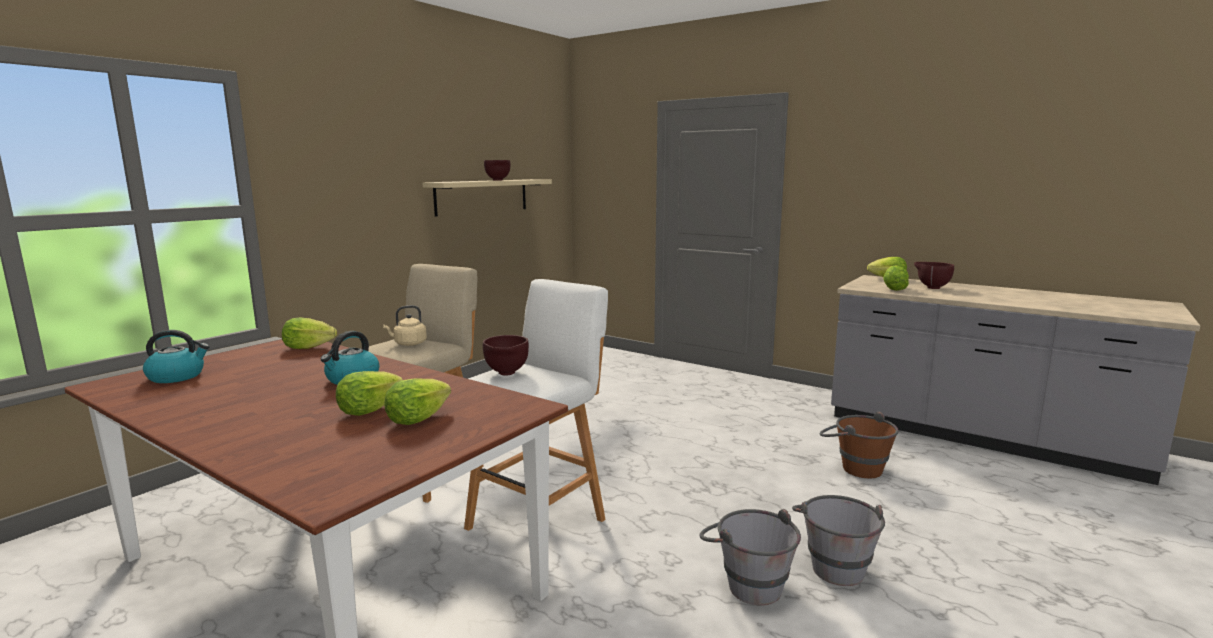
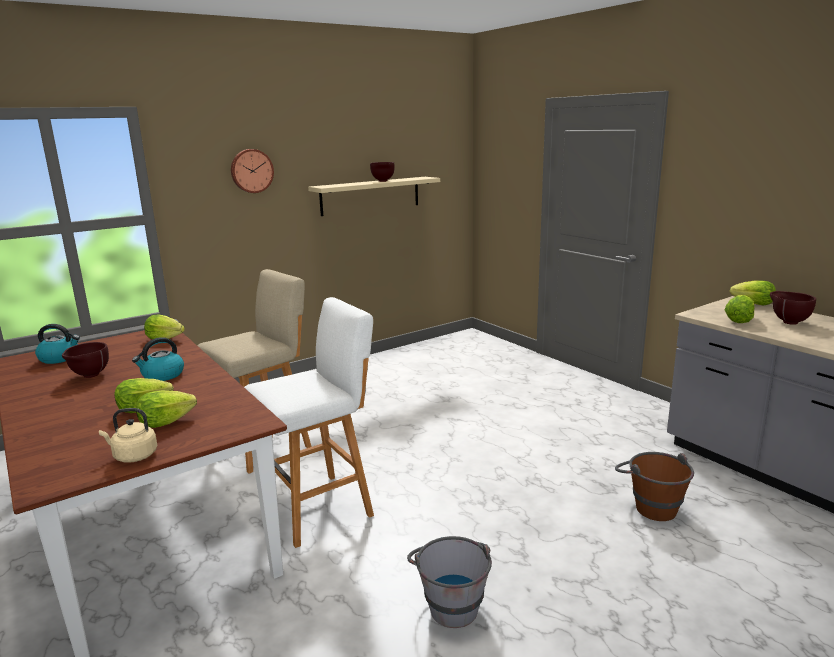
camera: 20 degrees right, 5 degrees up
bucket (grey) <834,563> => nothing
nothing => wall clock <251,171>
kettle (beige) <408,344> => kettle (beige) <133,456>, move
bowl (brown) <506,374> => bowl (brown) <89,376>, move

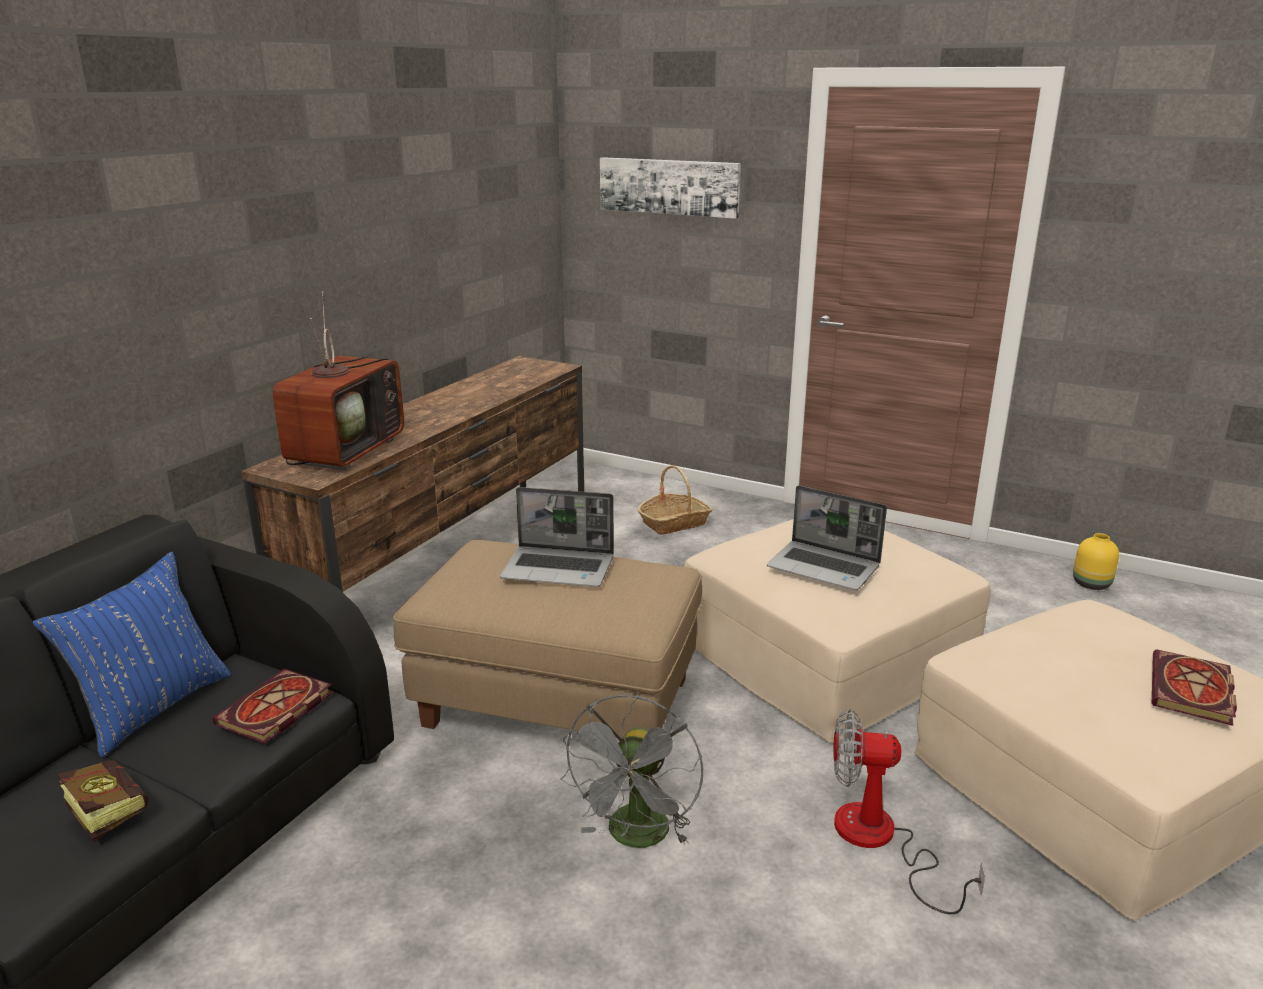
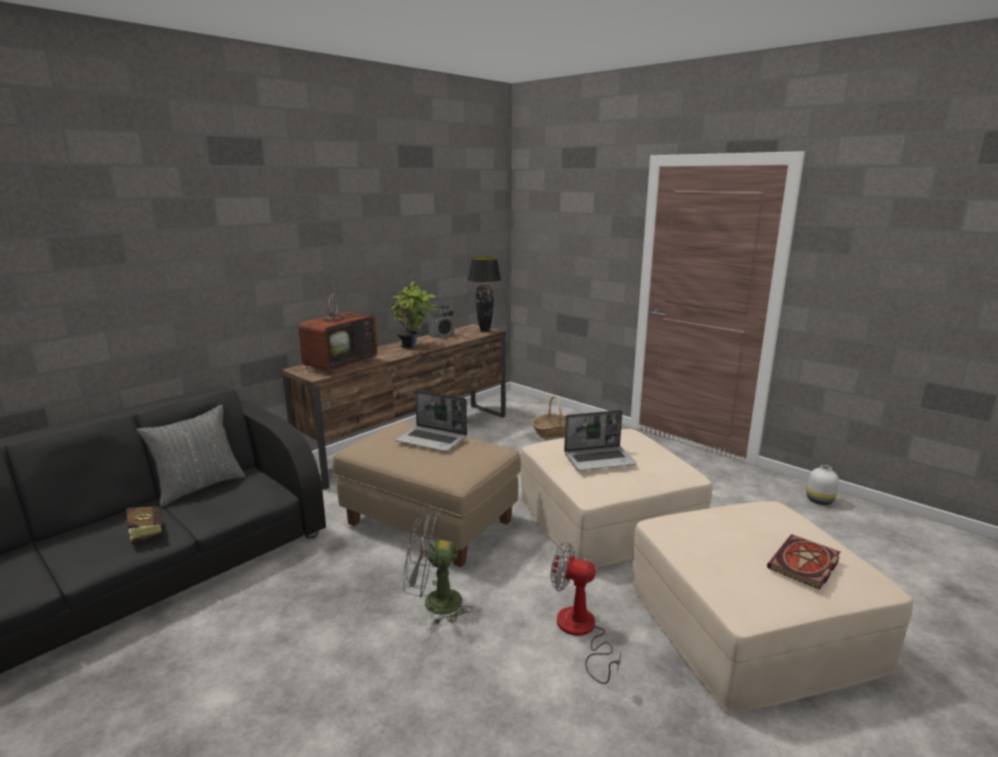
camera: 15 degrees right, 5 degrees down
book <275,711> => nothing
picture <669,186> => nothing
nothing => potted plant <412,347>
nothing => radio <442,335>
nothing => table lamp (black) <484,331>
pillow (blue) <153,708> => pillow (grey) <199,487>
vase (yellow) <1092,584> => vase (white) <820,501>
fan (grey) <637,838> => fan (grey) <433,603>, 60 degrees clockwise
laptop <825,567> => laptop <600,459>, 60 degrees counterclockwise

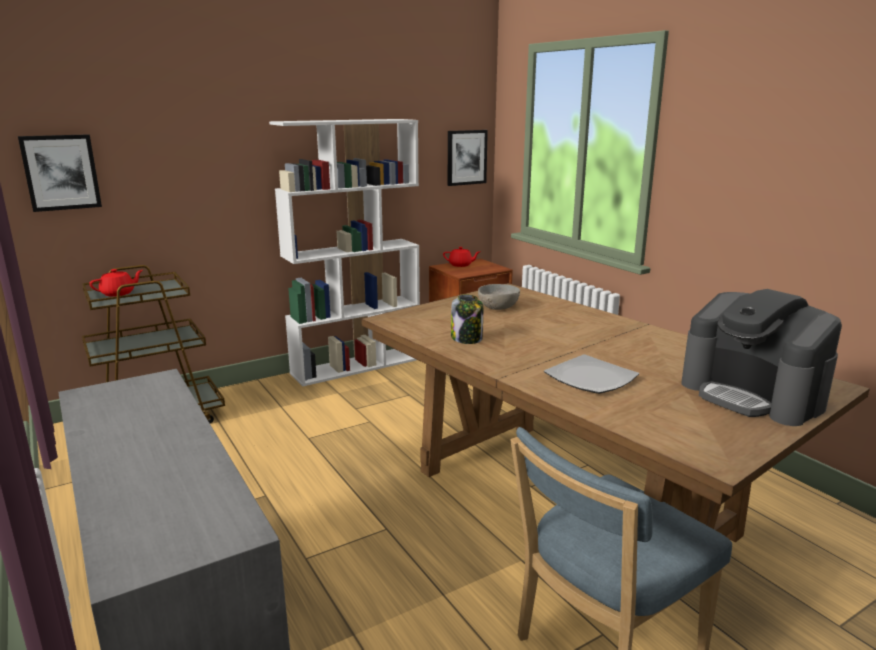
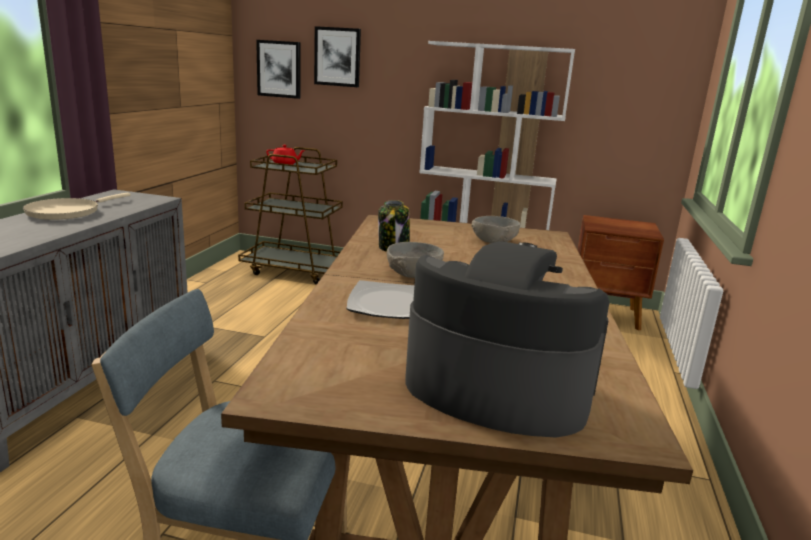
camera: 45 degrees right, 0 degrees up
teapot (red) <461,265> => nothing
nothing => frying pan (beige) <67,212>
nothing => bowl (grey) <413,273>
picture <466,157> => picture <337,57>, move
coffee machine <752,395> => coffee machine <497,387>, 105 degrees clockwise

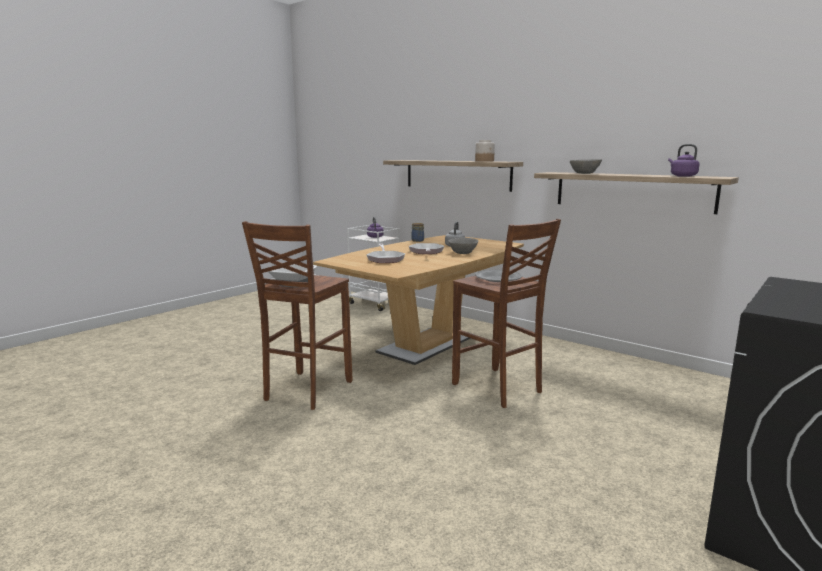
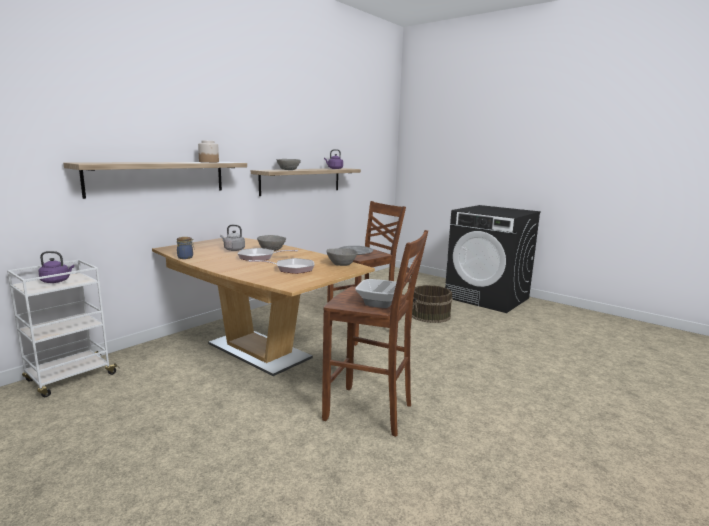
camera: 90 degrees left, 0 degrees up
nothing => bowl (grey) <342,264>
nothing => bucket (brown) <430,315>

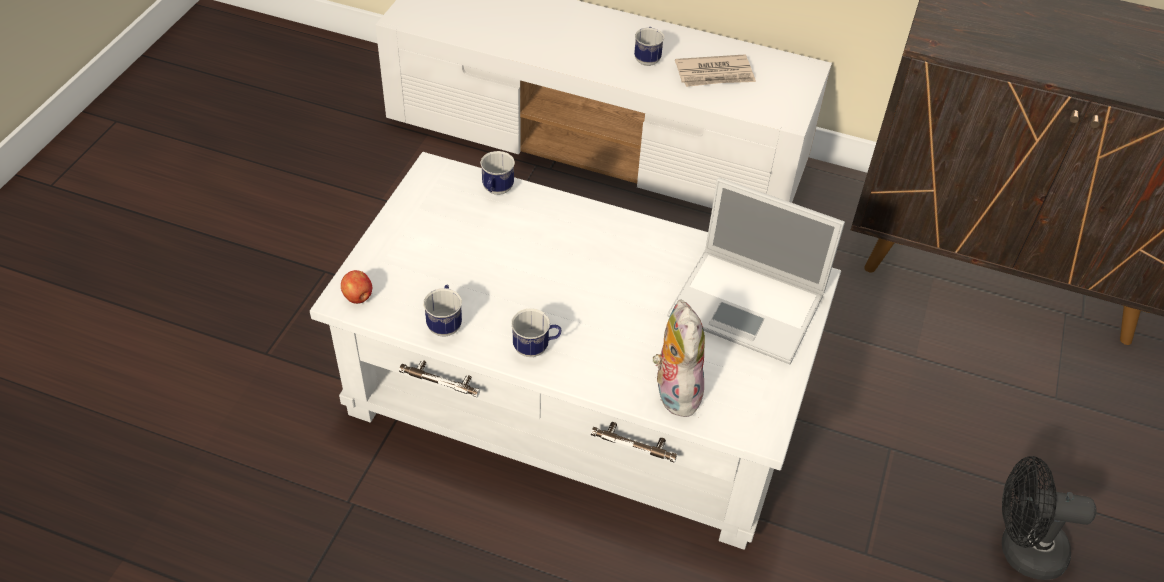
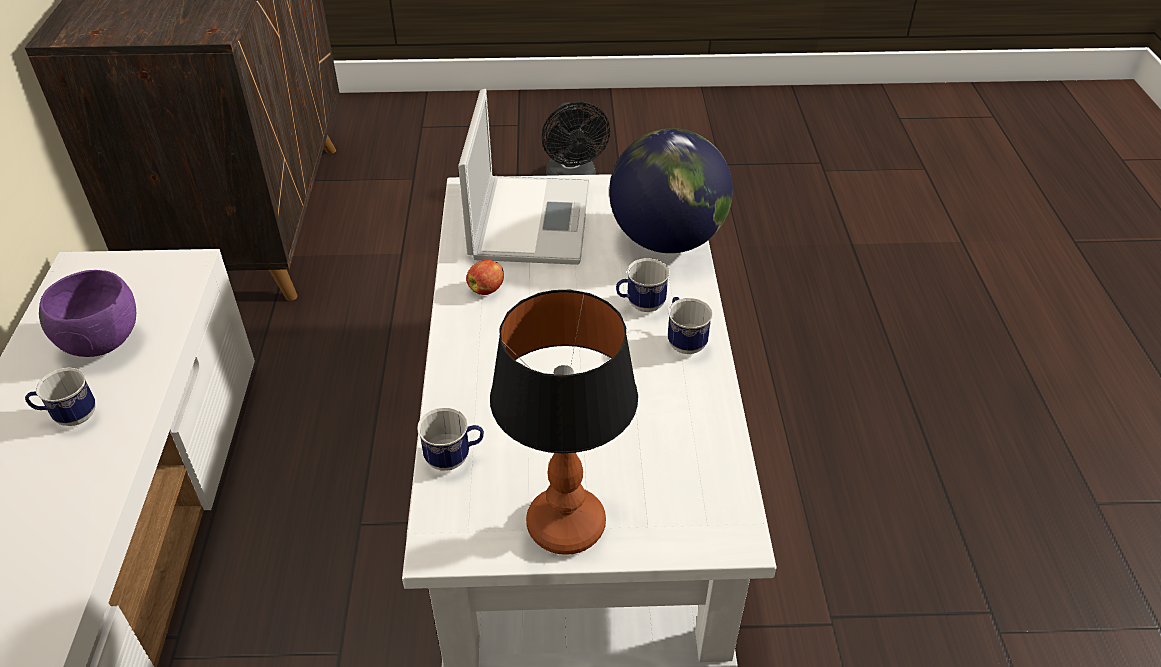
camera: 110 degrees left, 5 degrees down
nothing => table lamp <568,525>
apple <358,297> => apple <487,289>, move
mug <445,323> => mug <640,305>, move
plush toy <674,391> => globe <667,240>
newspaper <715,74> => bowl (purple) <102,342>

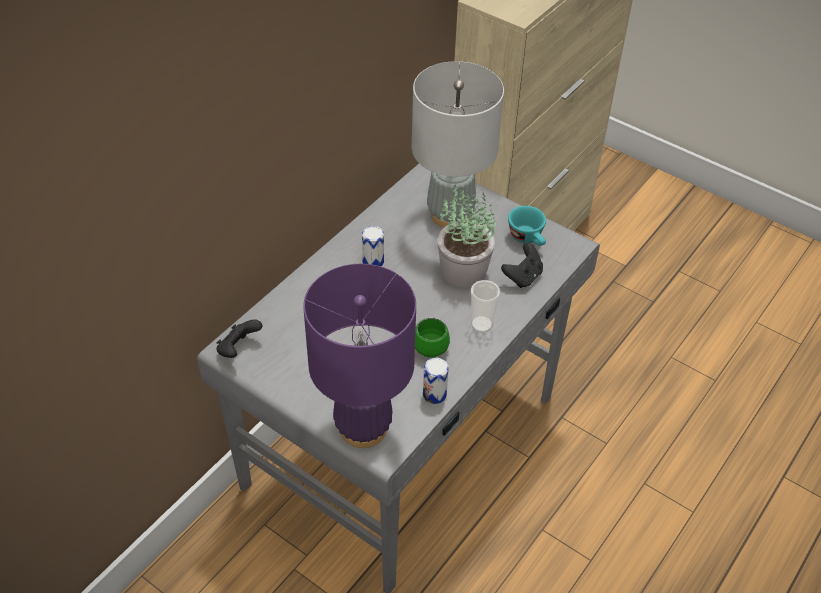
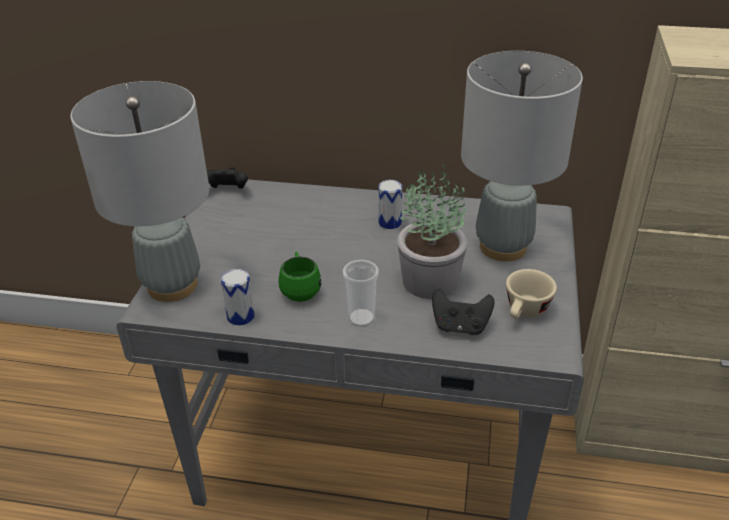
camera: 65 degrees right, 10 degrees down
table lamp (purple) <363,428> => table lamp (grey) <172,285>
cup (turquoise) <528,239> => cup (beige) <525,312>

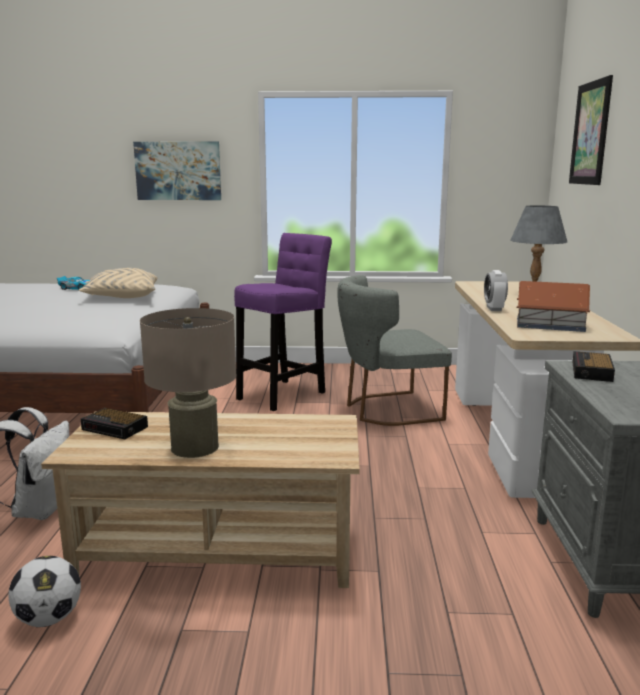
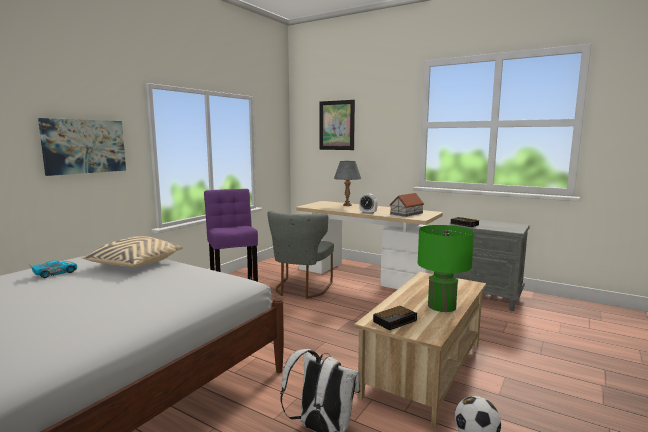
camera: 60 degrees left, 5 degrees down
table lamp (beige) <194,447> => table lamp (green) <441,306>

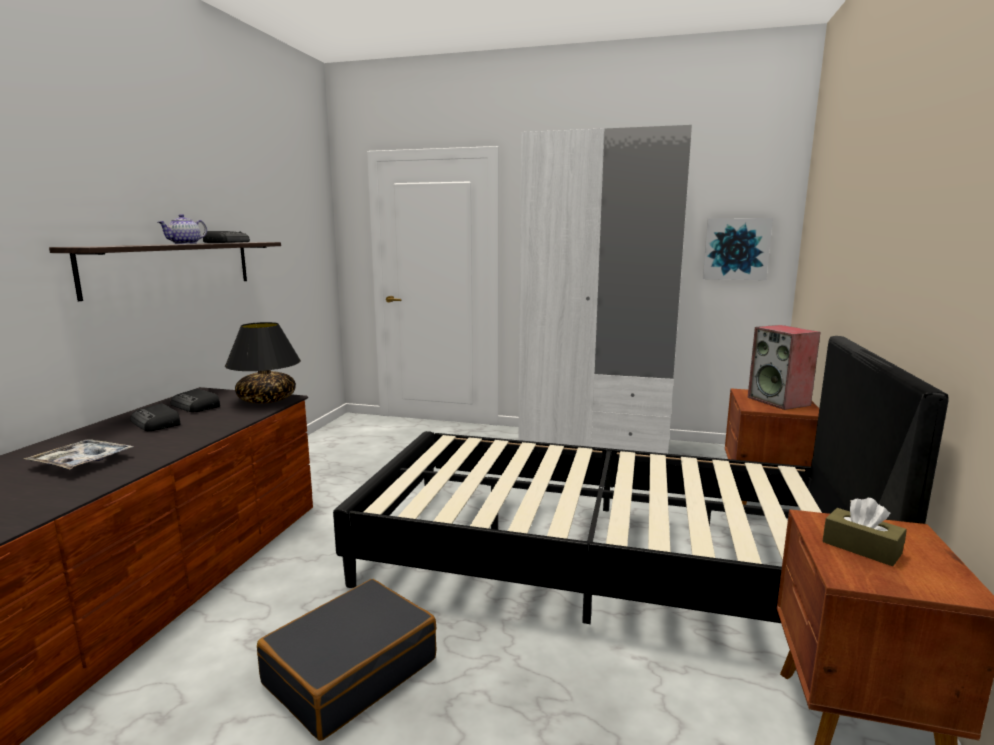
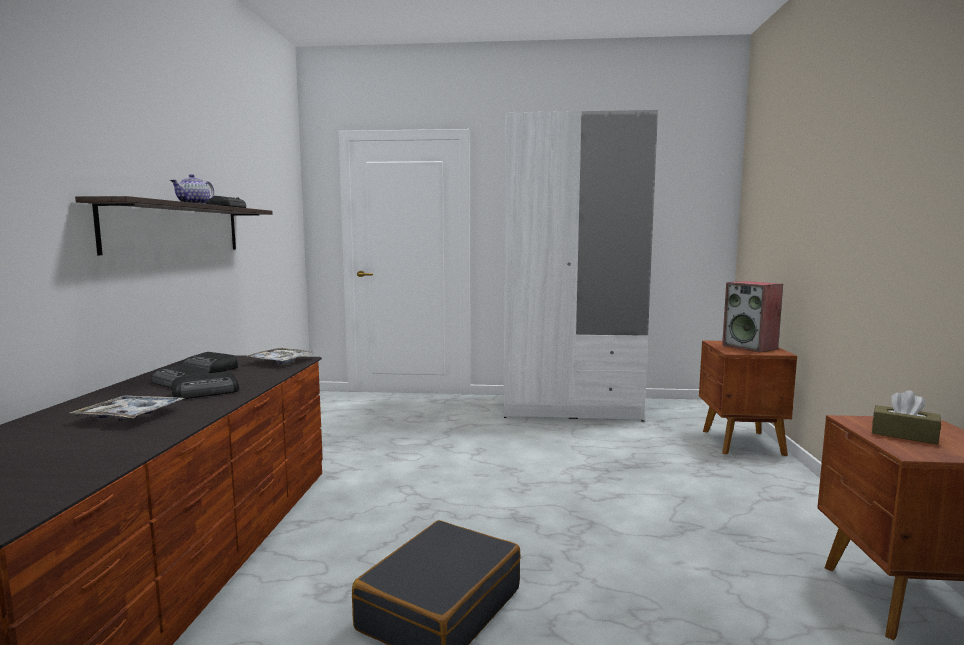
camera: 10 degrees left, 5 degrees down
bed (black) <597,561> => nothing
picture <736,249> => nothing
nothing => radio <207,392>
table lamp (black) <266,400> => tray <281,361>

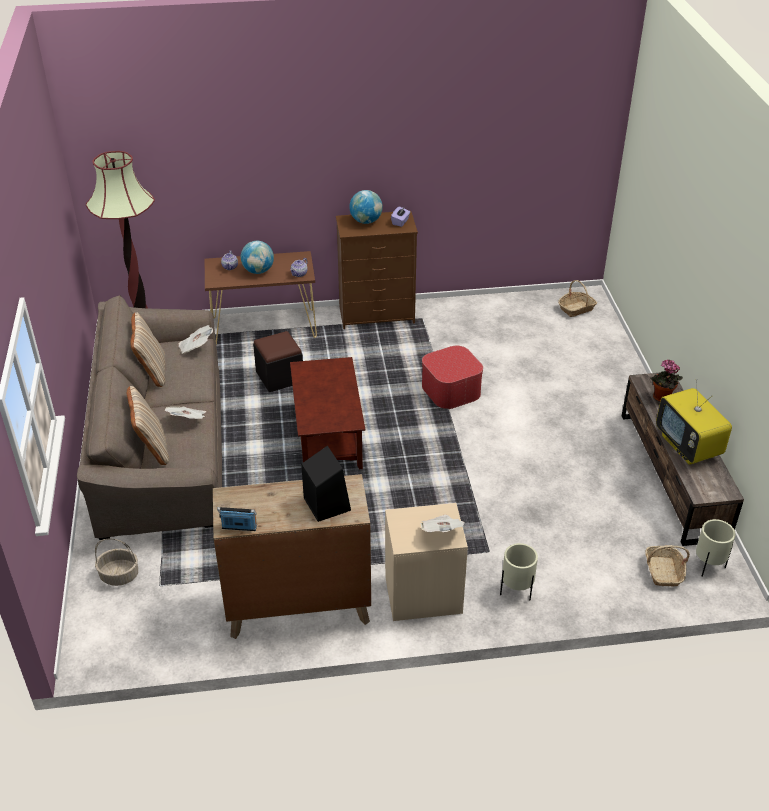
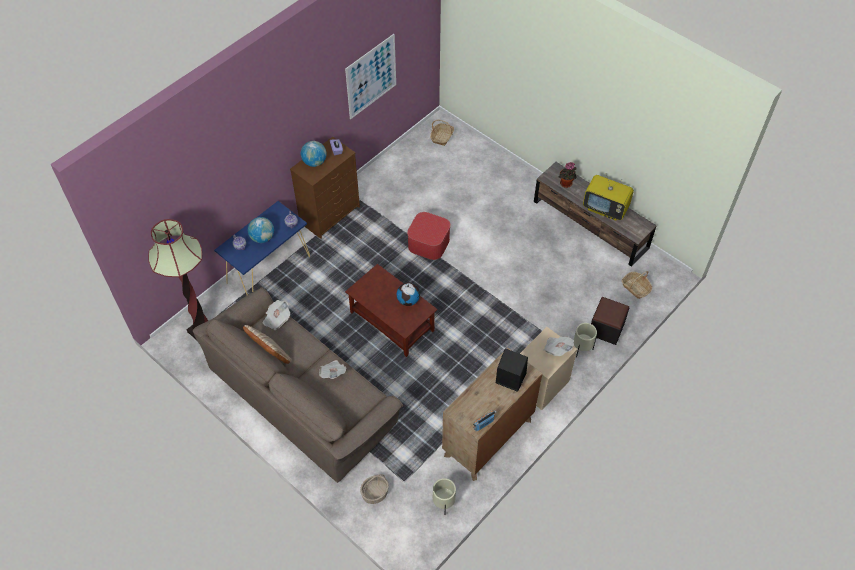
camera: 40 degrees left, 15 degrees up
pillow (beige) <152,448> => nothing
nothing => picture <371,76>
nothing => globe <408,300>
ottoman (black) <280,377> => ottoman (black) <606,329>, move
planter (beige) <708,567> => planter (beige) <444,503>, move
console table (brown) <264,327> => console table (blue) <269,269>

